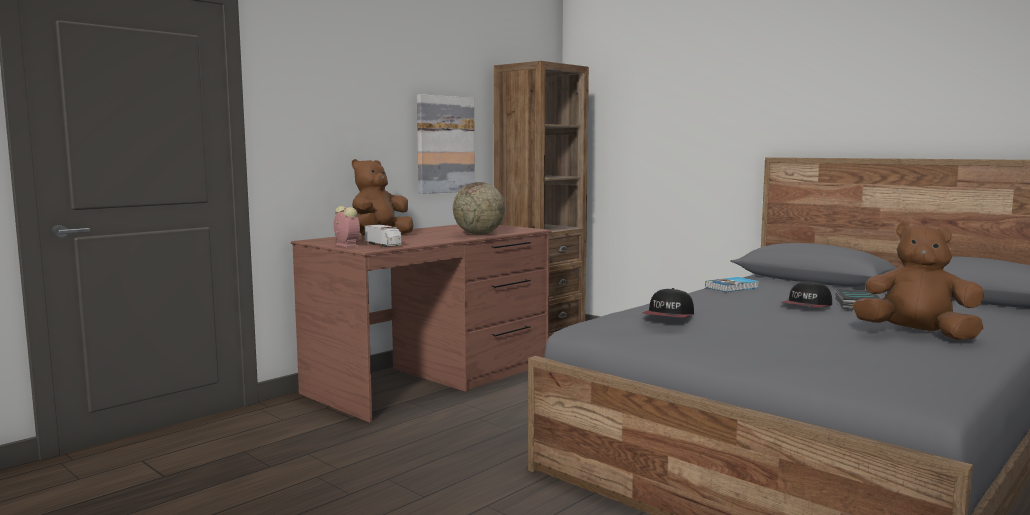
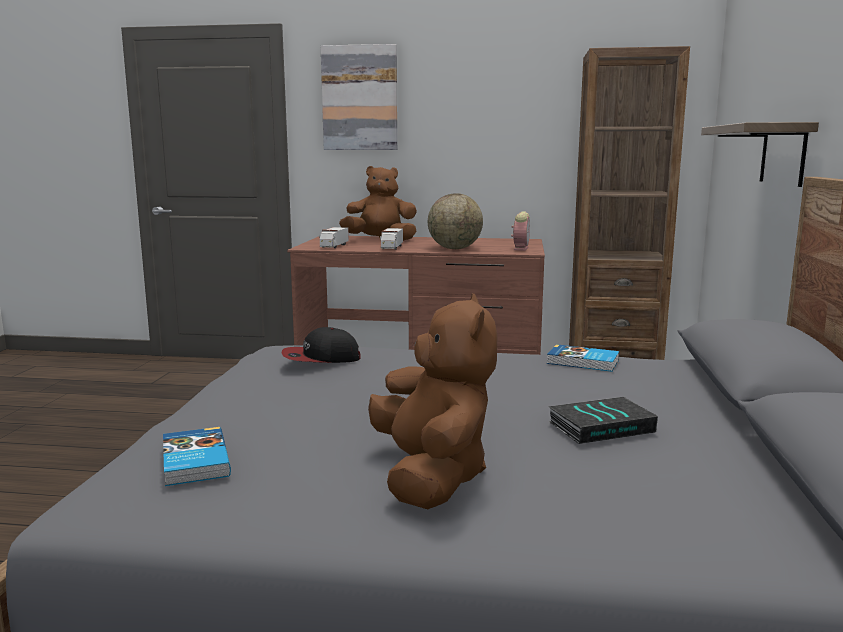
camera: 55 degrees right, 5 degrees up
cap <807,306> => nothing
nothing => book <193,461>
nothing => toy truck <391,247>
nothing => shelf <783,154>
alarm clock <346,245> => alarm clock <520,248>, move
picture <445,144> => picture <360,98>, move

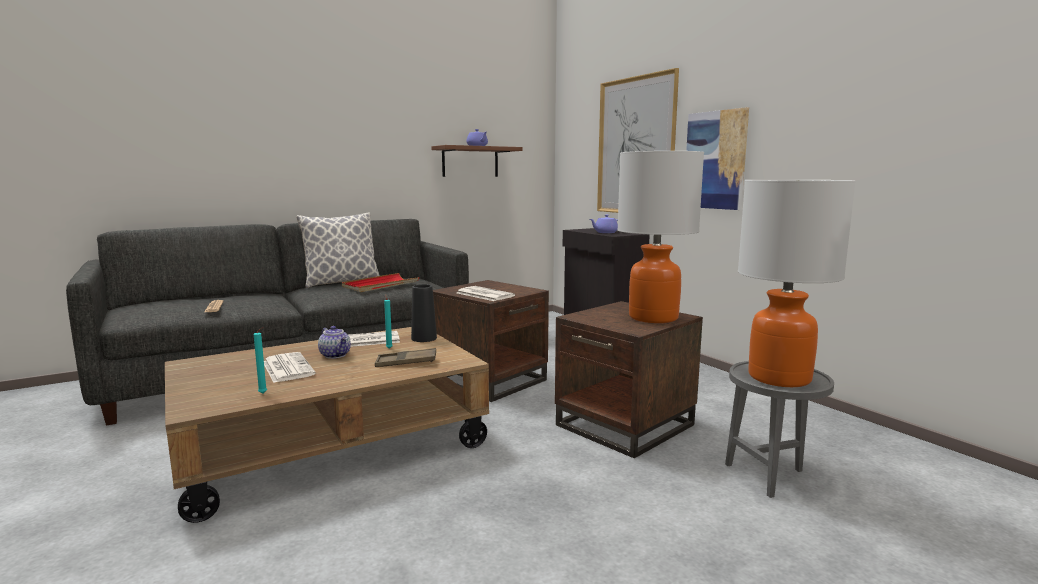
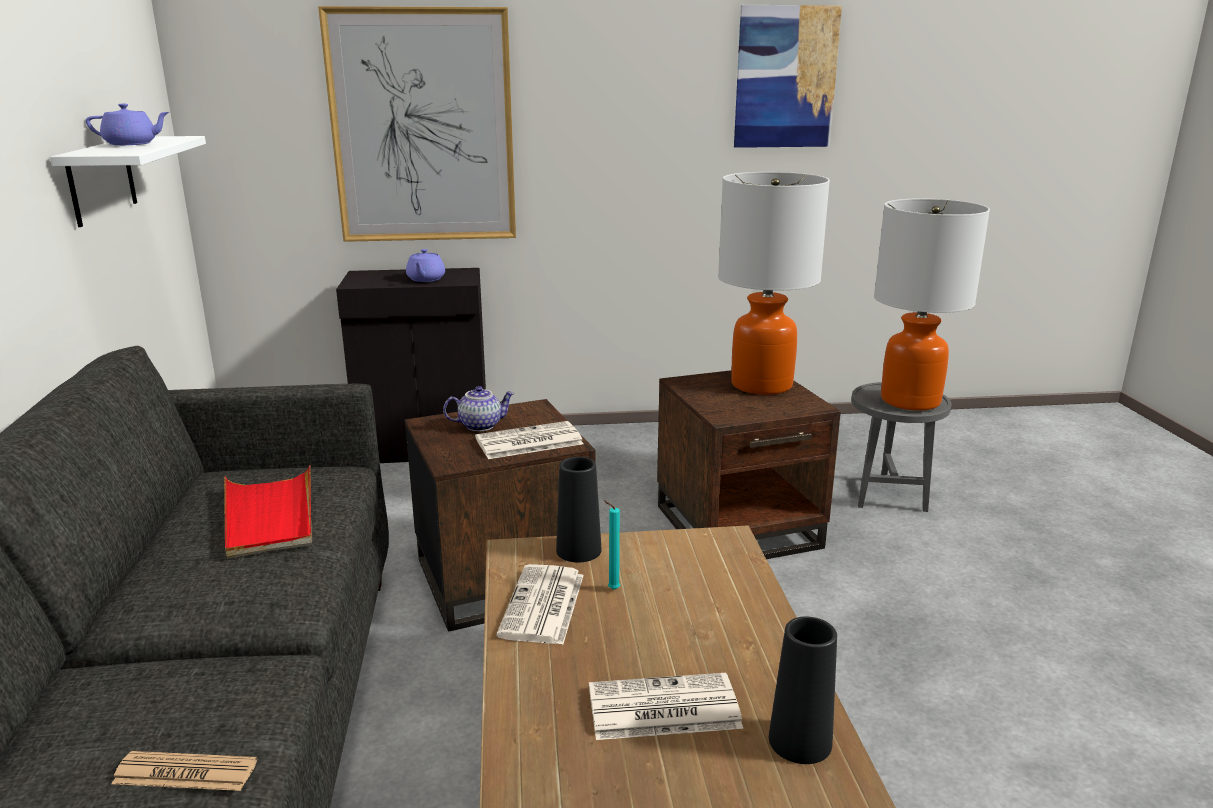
camera: 65 degrees left, 10 degrees up
pillow <341,282> => nothing
tray (brown) <406,362> => nothing
teapot <336,355> => teapot <480,425>, move
picture <715,160> => picture <785,77>, move
candle (turquoise) <264,393> => vase (black) <800,741>
shelf (brown) <470,162> => shelf (white) <102,180>

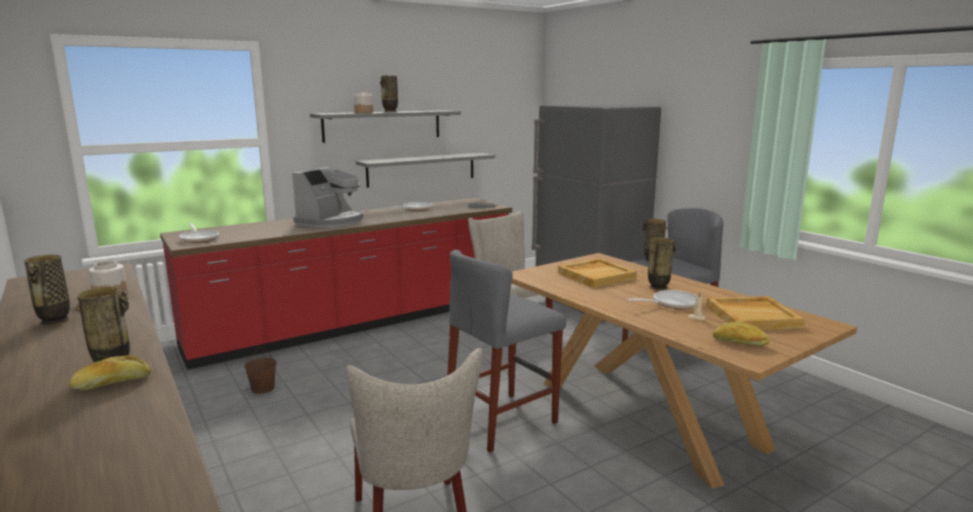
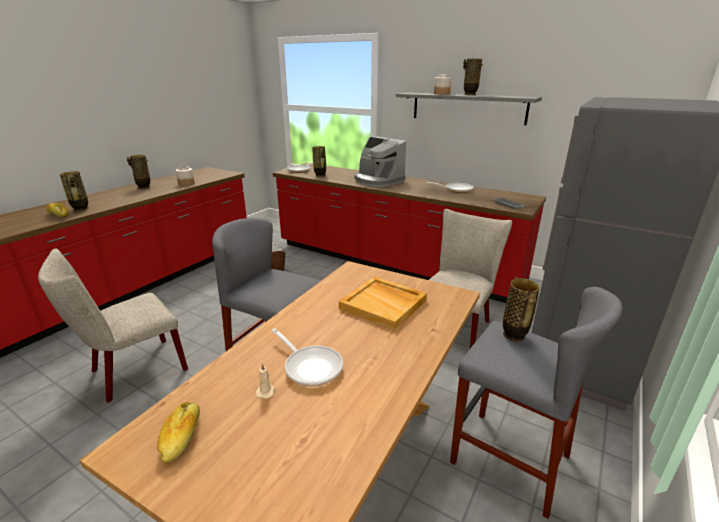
camera: 65 degrees right, 10 degrees up
shelf (grey) <422,169> => nothing
tray (beige) <752,316> => nothing
vase <658,288> => vase <320,175>, move
coffee machine <331,221> => coffee machine <378,181>, 45 degrees clockwise

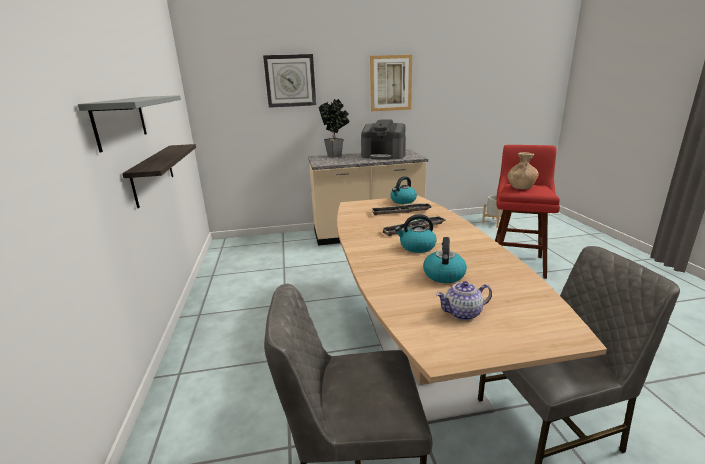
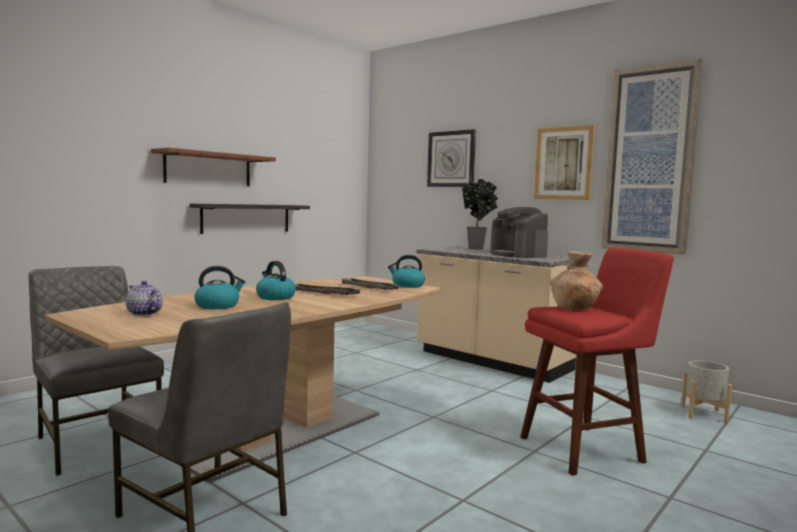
camera: 50 degrees right, 15 degrees down
nothing => picture <650,160>
shelf (grey) <120,121> => shelf (brown) <208,169>

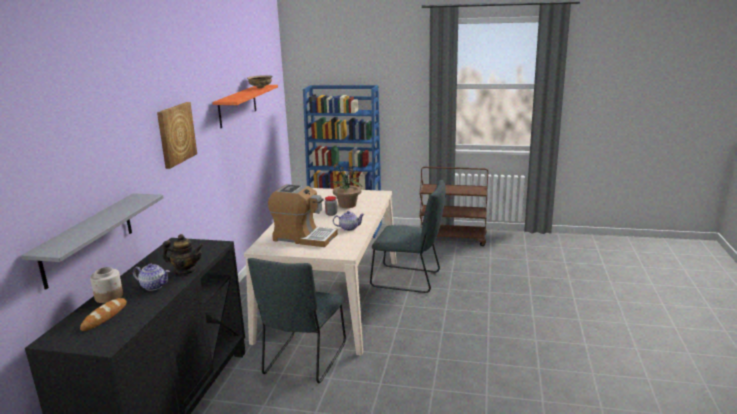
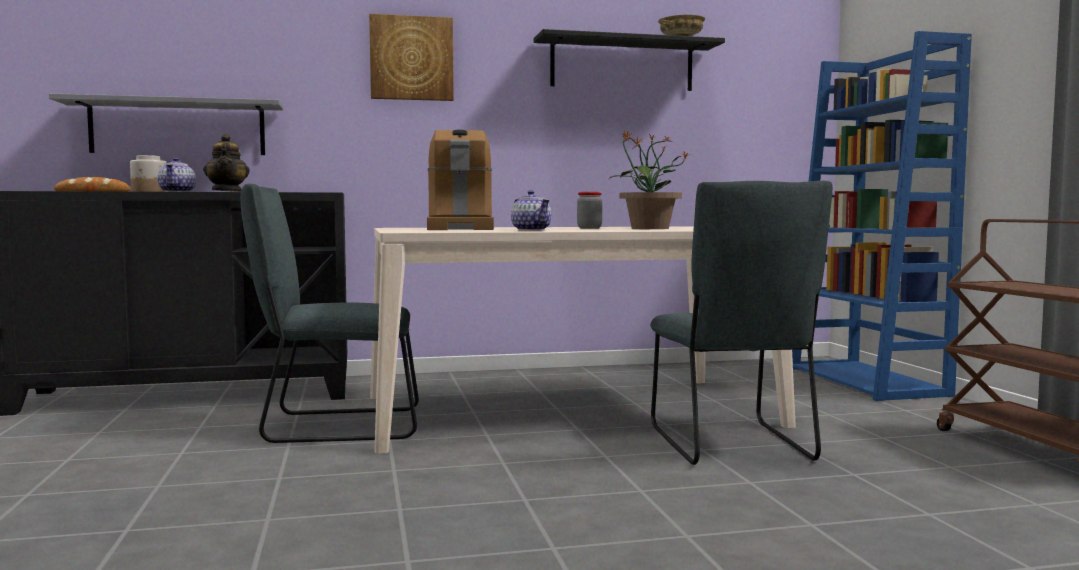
camera: 65 degrees right, 15 degrees down
shelf (orange) <237,106> => shelf (black) <622,65>

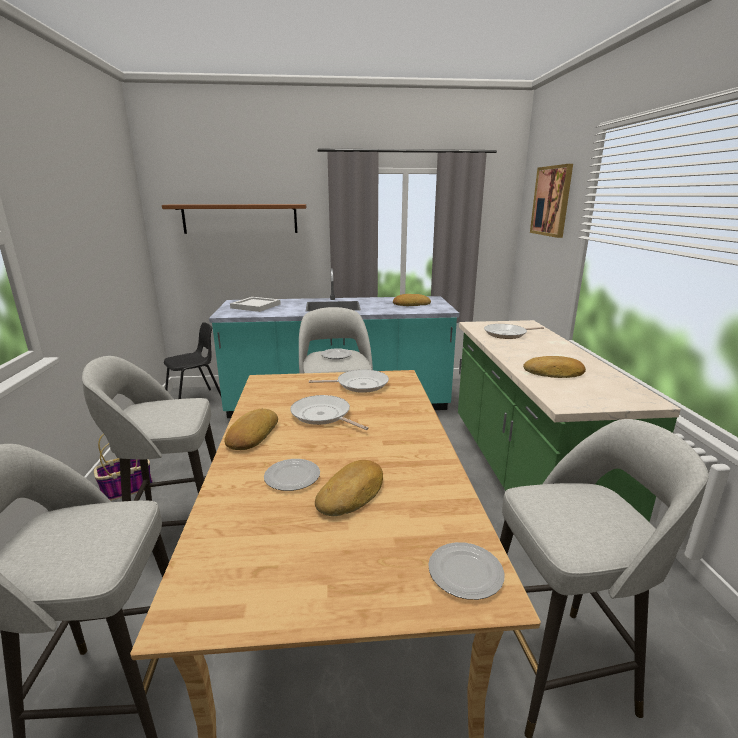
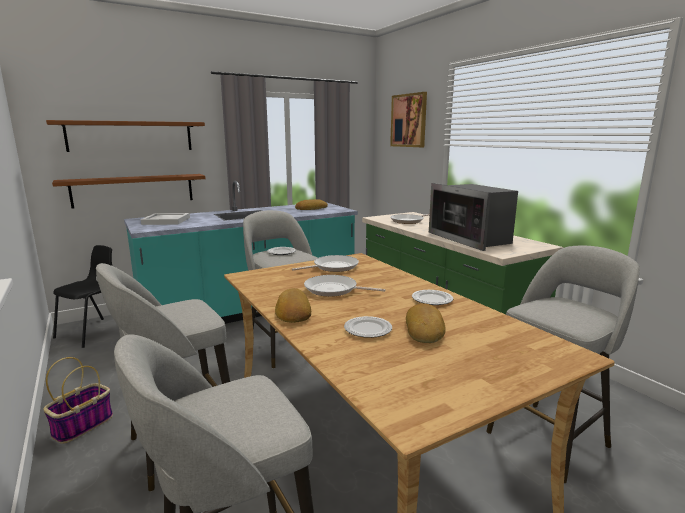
camera: 25 degrees left, 5 degrees down
nothing => shelf (brown) <133,190>
plate <465,572> => plate <432,299>, move
bread <554,373> => microwave <471,238>

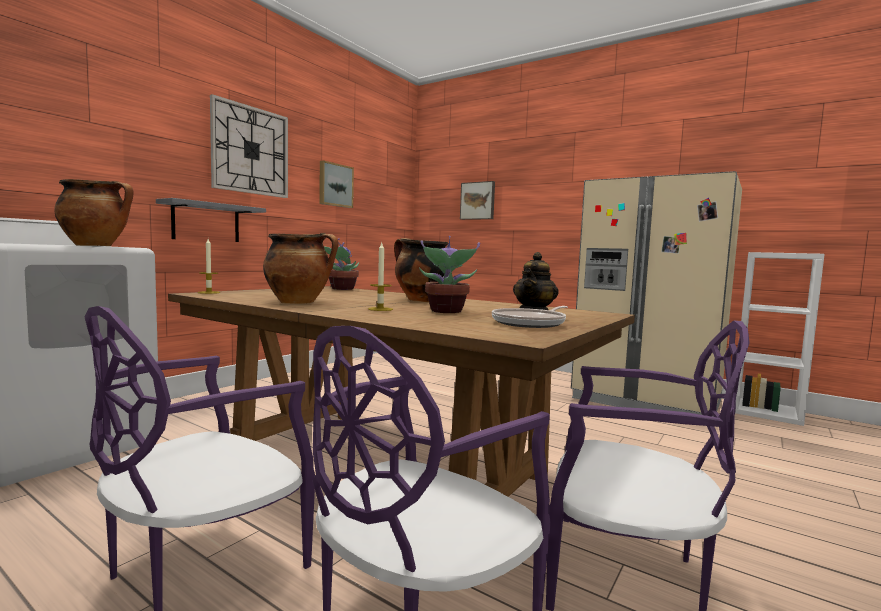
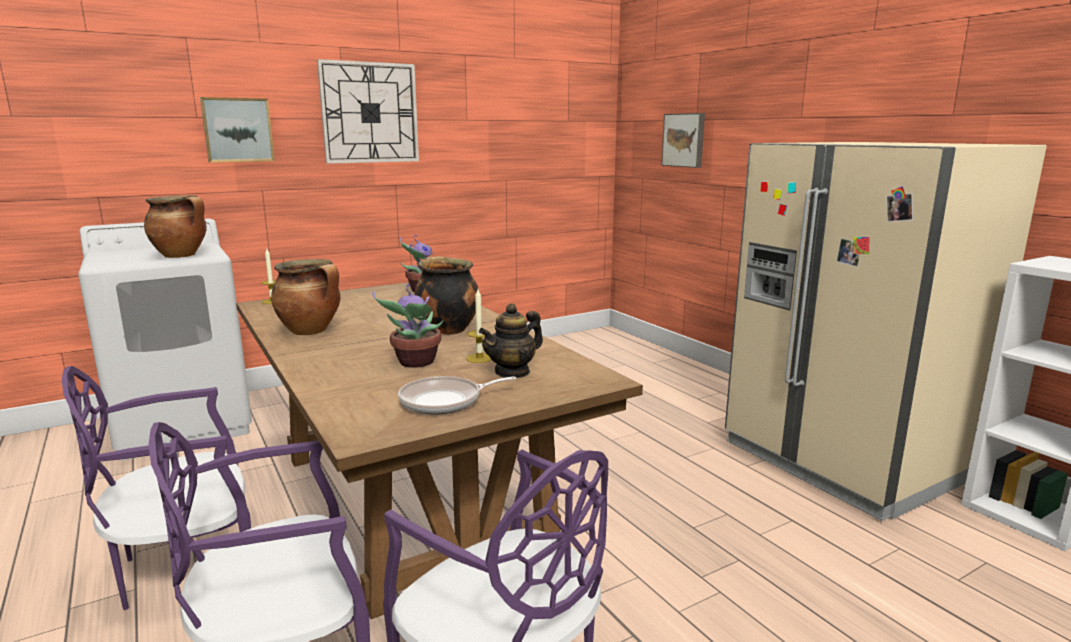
camera: 25 degrees right, 10 degrees up
shelf (grey) <206,222> => nothing
picture <335,185> => picture <237,130>, move
candle <380,309> => candle <479,358>, move

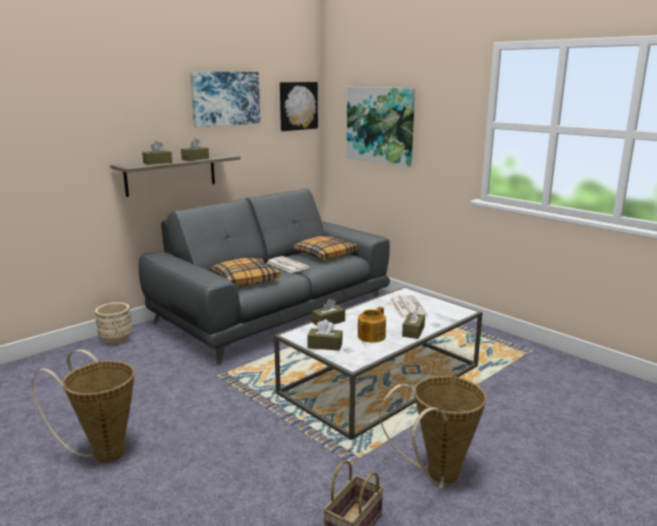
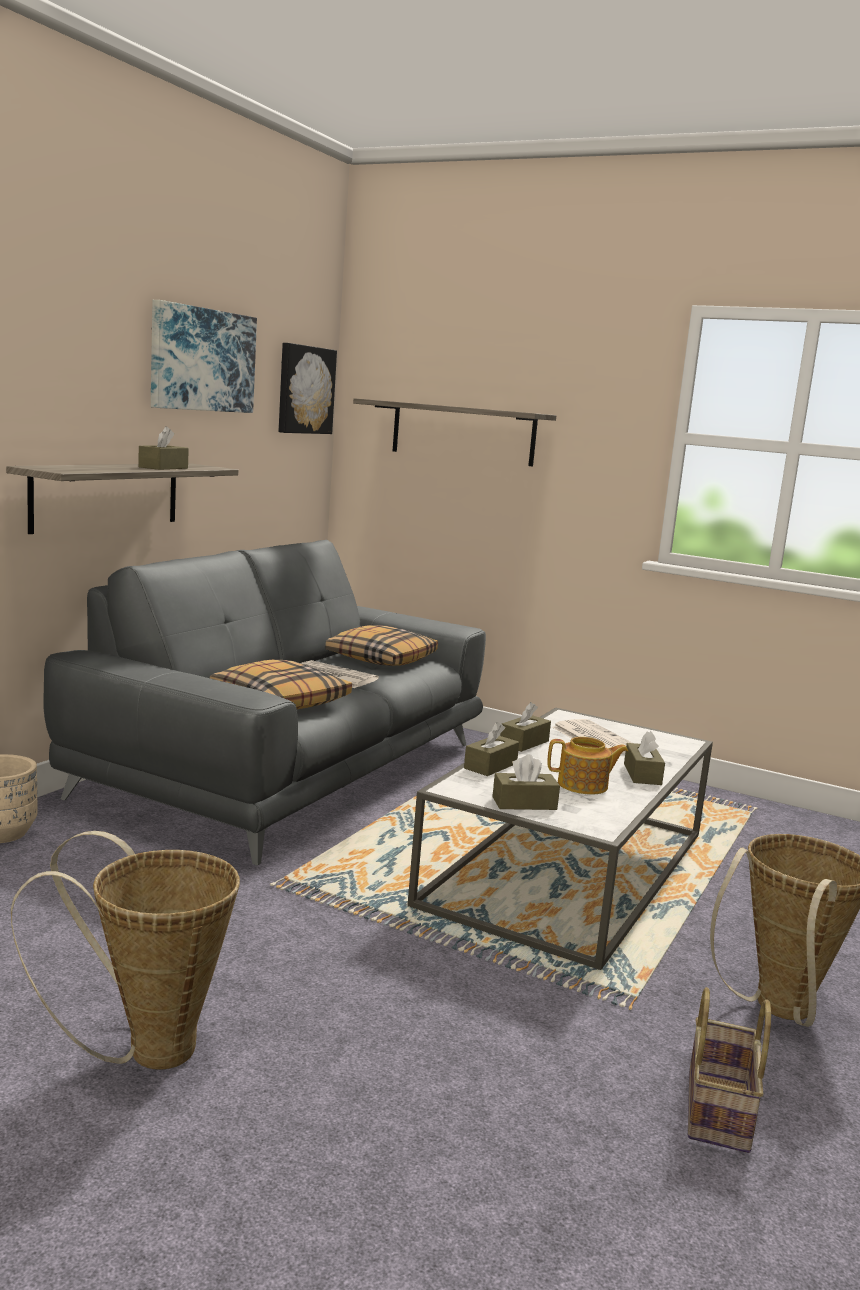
camera: 20 degrees left, 5 degrees down
tissue box (brown) <157,163> => tissue box (brown) <524,743>, move
picture <380,125> => shelf <462,433>
teapot <370,336> => teapot <584,785>, 105 degrees counterclockwise

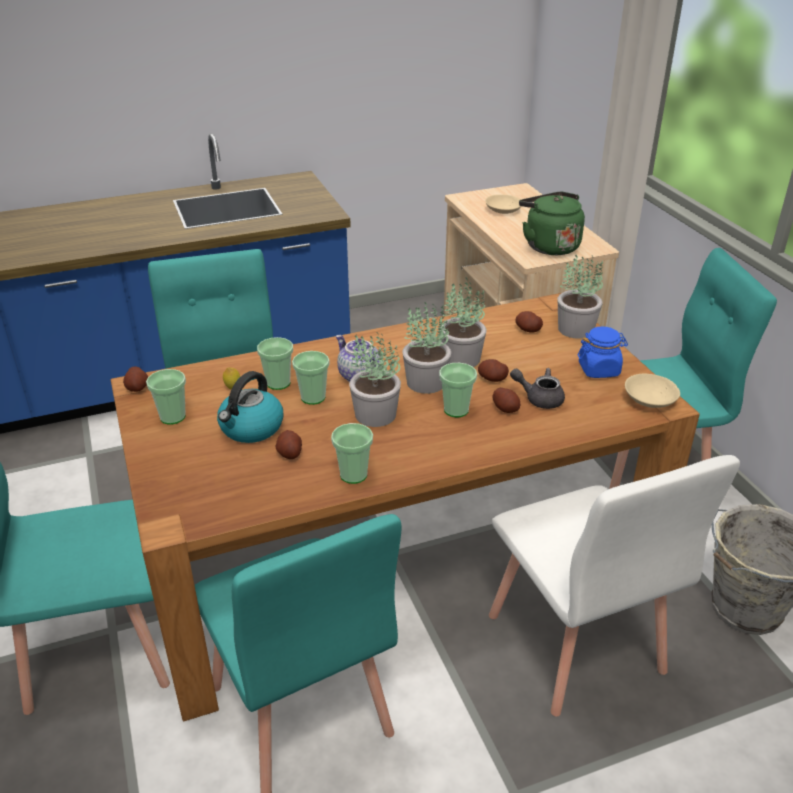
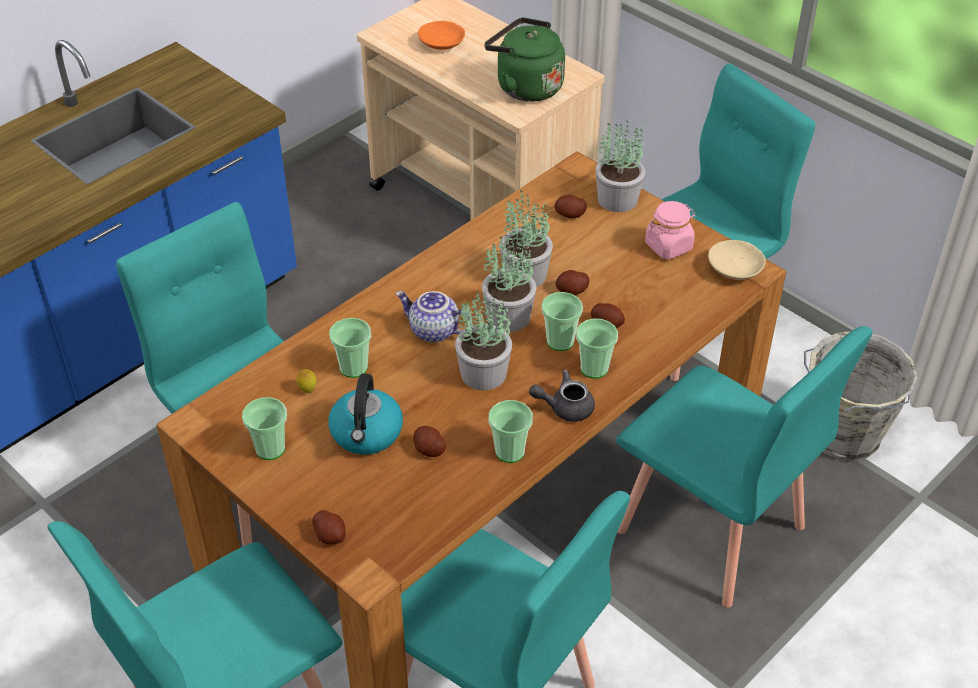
camera: 25 degrees left, 10 degrees up
potato <137,387> => potato <330,535>, move
cup <313,397> => cup <594,368>, move
teapot (grey) <539,398> => teapot (grey) <565,407>, move
bowl (beige) <503,210> => bowl (orange) <442,43>
chair (white) <574,644> => chair (turquoise) <711,530>
jar (blue) <599,370> => jar (pink) <668,246>

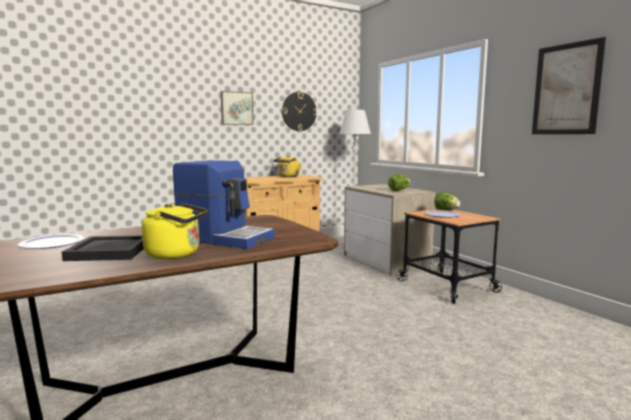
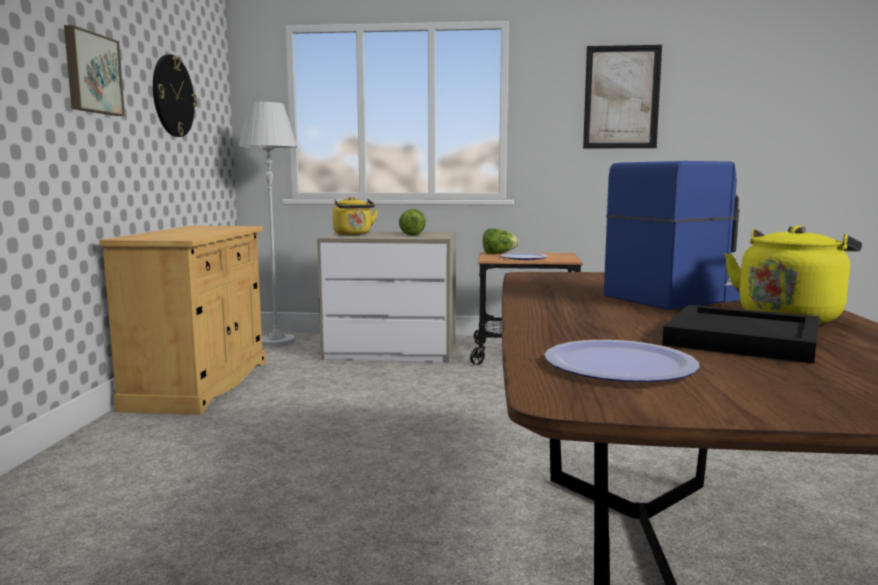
camera: 55 degrees left, 0 degrees up
kettle (yellow) <287,176> => kettle (yellow) <353,234>, move

